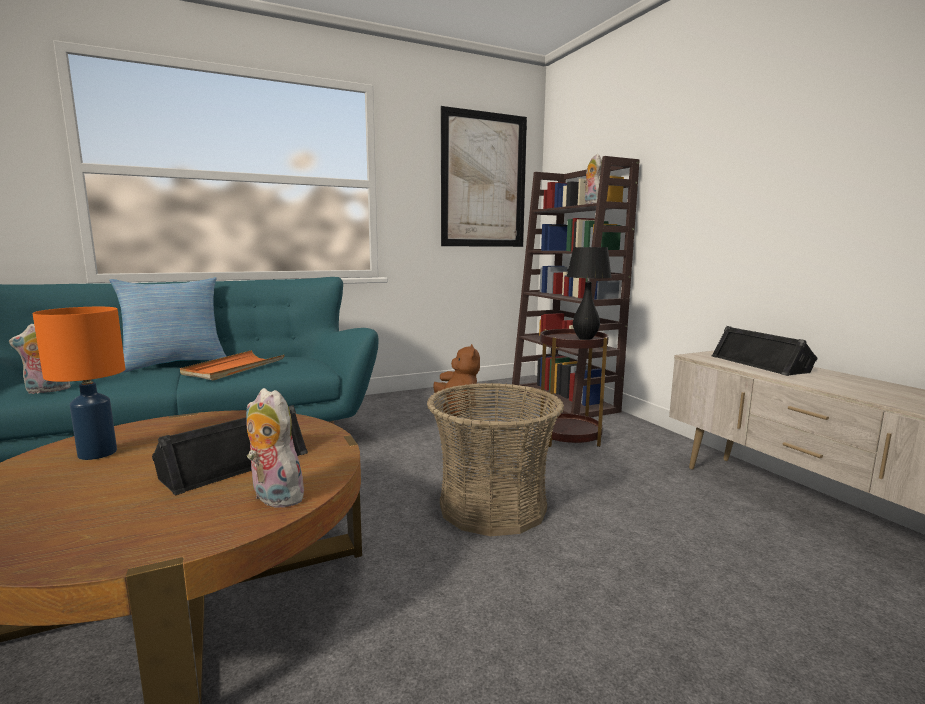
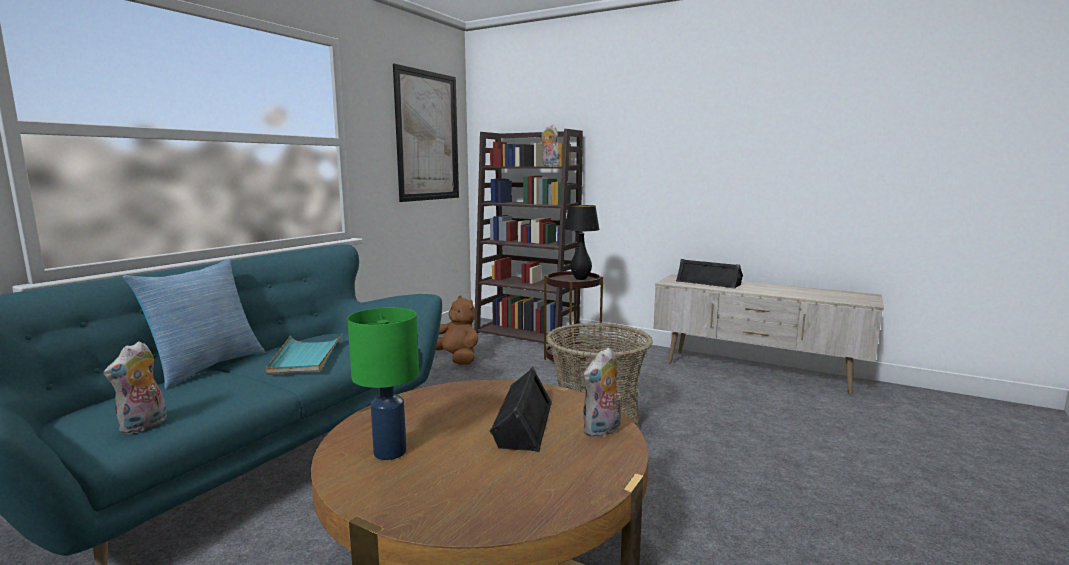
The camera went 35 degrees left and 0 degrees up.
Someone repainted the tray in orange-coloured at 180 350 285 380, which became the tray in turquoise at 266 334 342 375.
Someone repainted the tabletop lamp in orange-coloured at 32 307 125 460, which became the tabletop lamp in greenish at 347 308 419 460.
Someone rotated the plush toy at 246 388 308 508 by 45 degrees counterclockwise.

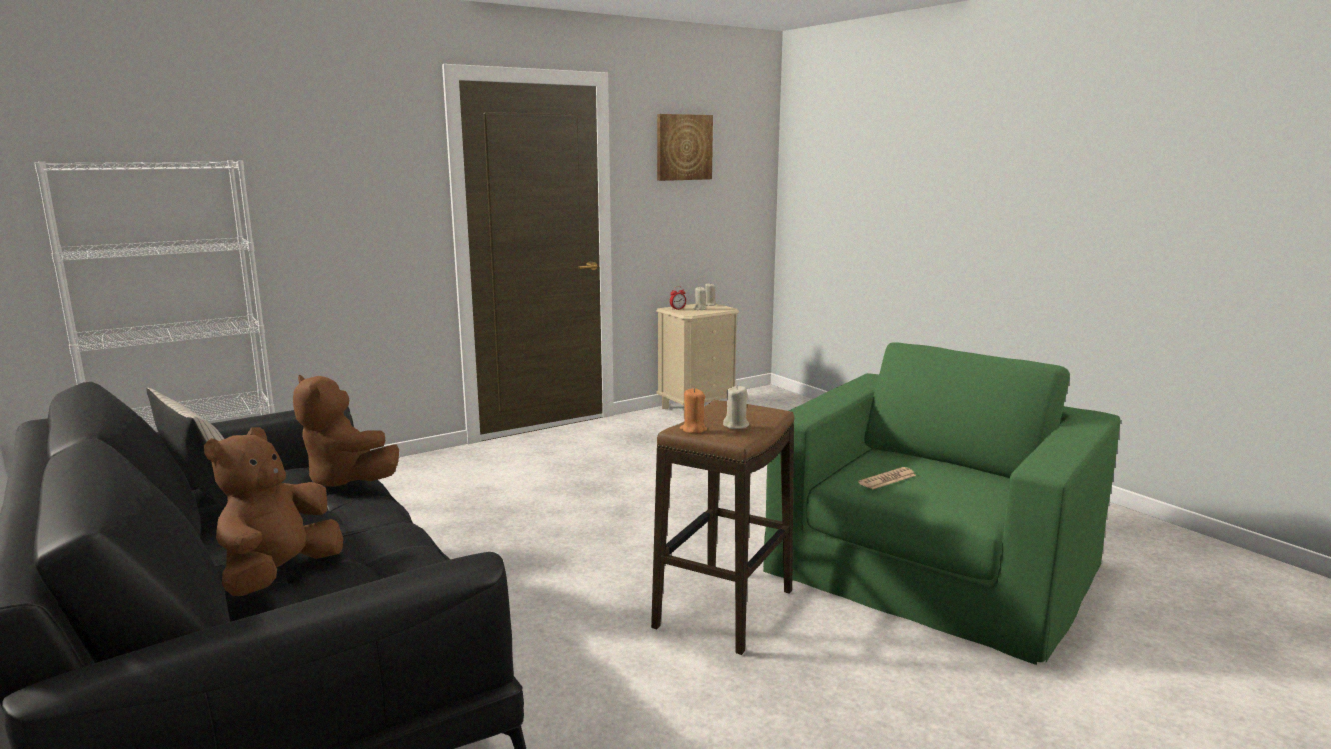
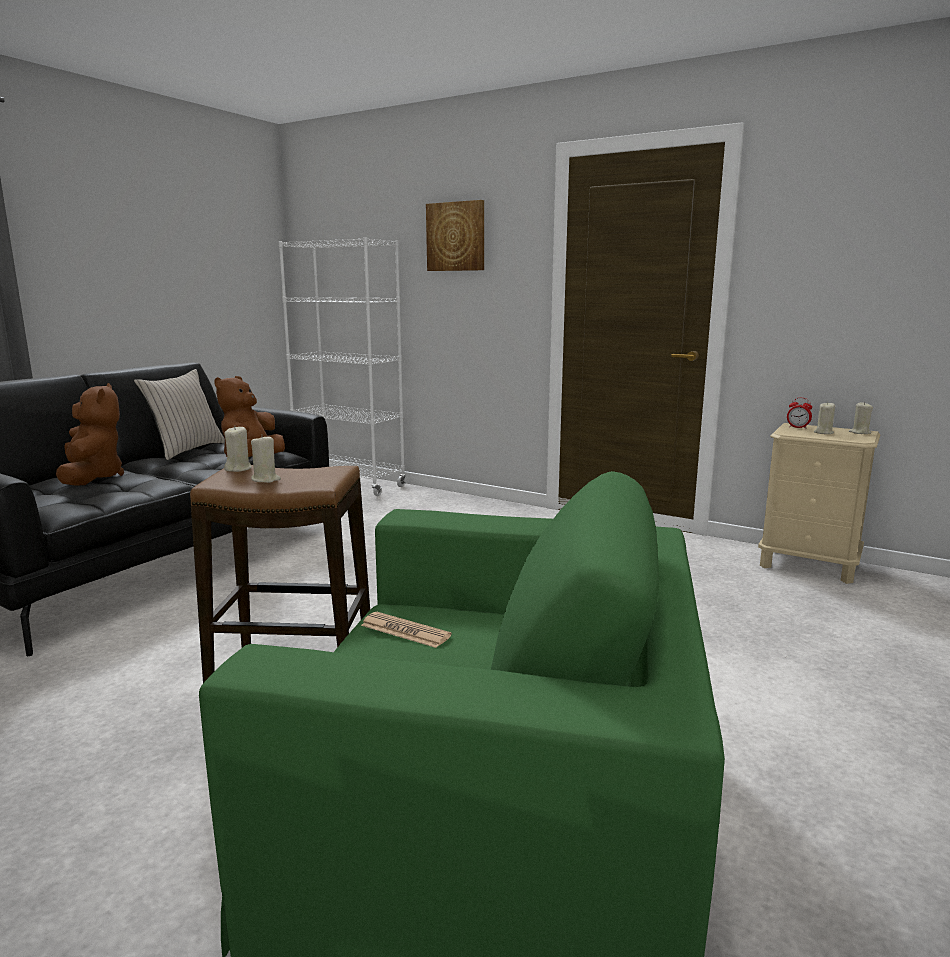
The camera went 65 degrees right and 0 degrees up.
Someone rotated the plush toy in brown at 204 427 343 596 by 75 degrees clockwise.
Someone repainted the wax candle in orange-coloured at 680 388 707 433, which became the wax candle in sand-coloured at 224 426 252 472.
Someone carried the wall picture from 657 114 713 181 to 426 200 484 271.

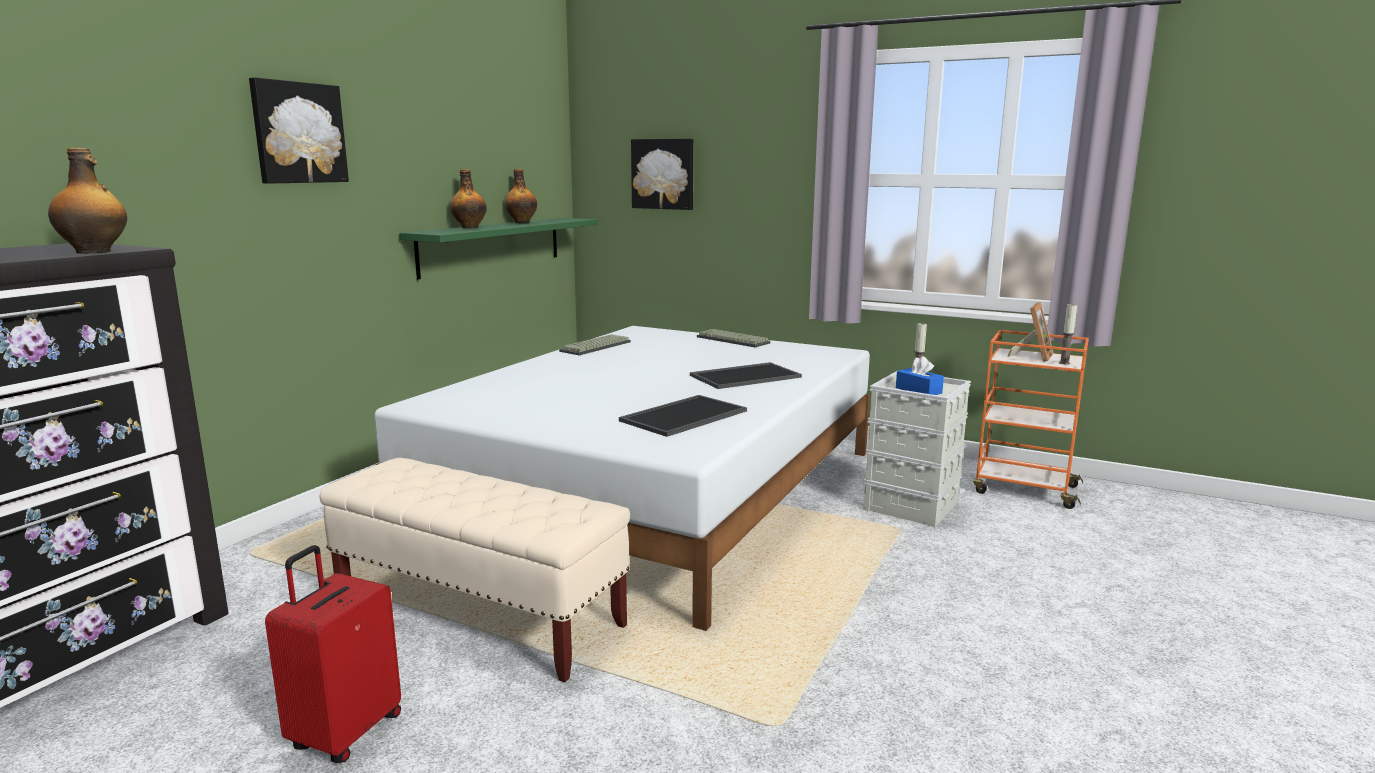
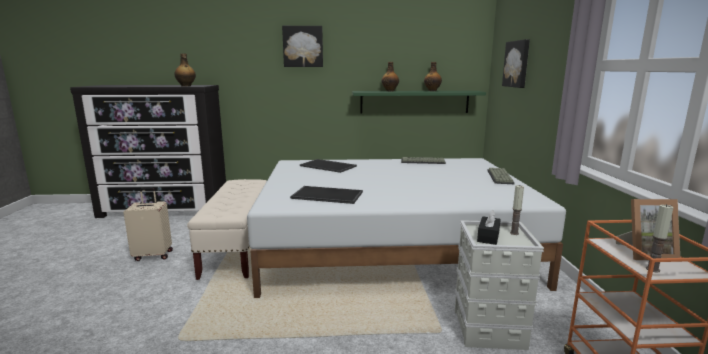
The camera went 60 degrees right and 0 degrees up.
Someone repainted the travel case in red at 265 545 401 763, which became the travel case in sand-coloured at 123 188 173 261.
Someone carried the tray from 690 362 802 389 to 300 159 357 173.
Someone repainted the tissue box in blue-coloured at 896 356 944 395, which became the tissue box in black-coloured at 477 210 501 245.

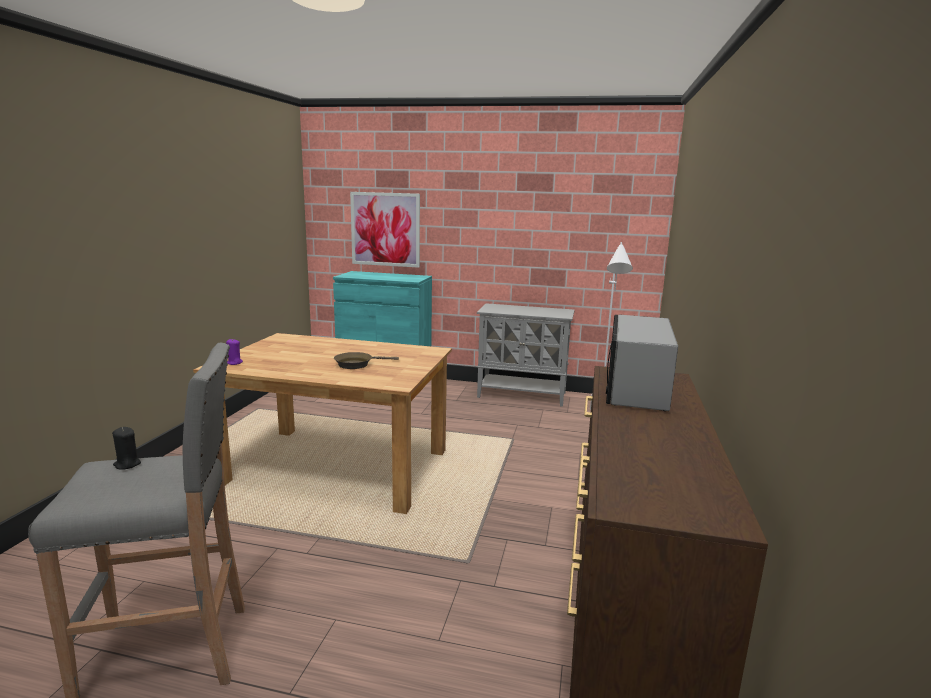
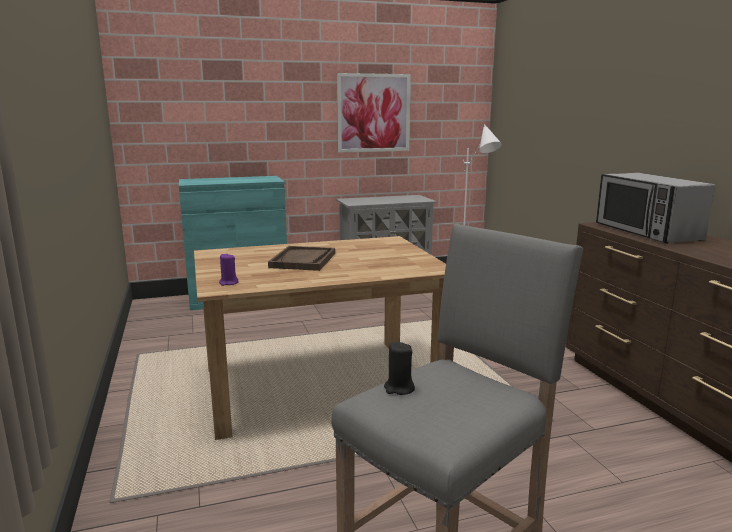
The camera went 30 degrees left and 0 degrees up.
Someone put down the tray in brown at 268 246 335 271.
Someone carried the wall picture from 350 192 420 268 to 337 73 411 153.
Someone took away the frying pan in brown at 334 352 399 369.

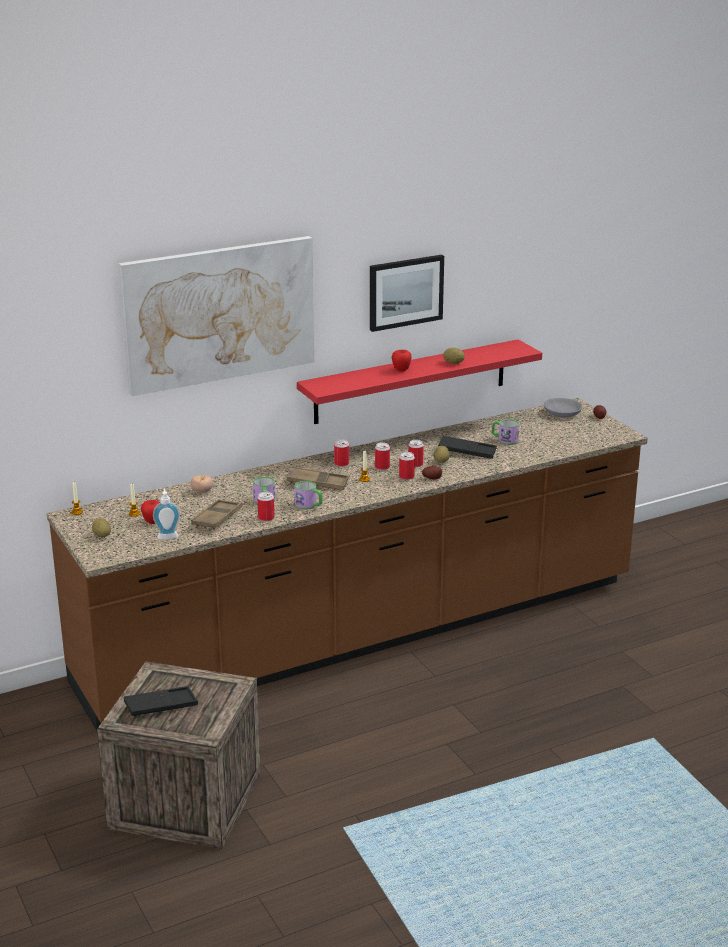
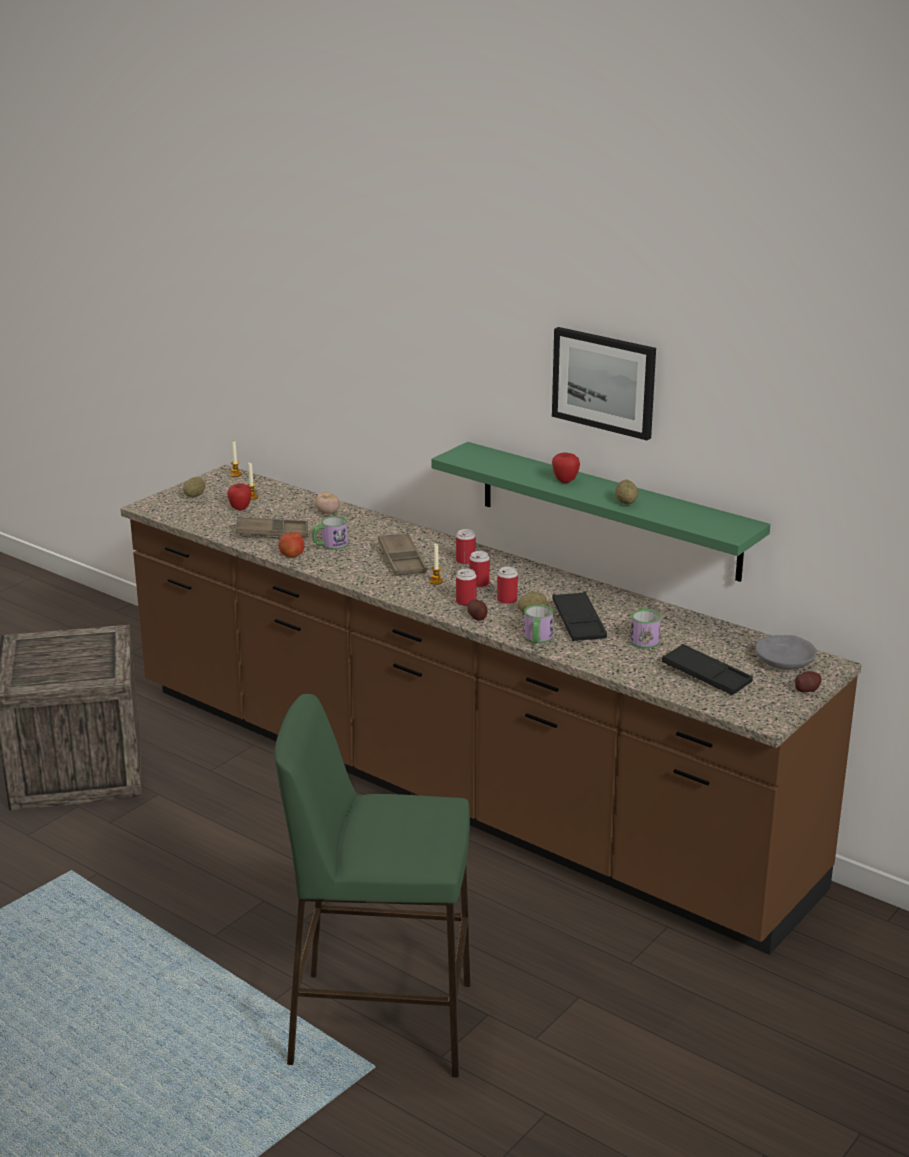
The camera went 65 degrees right and 0 degrees up.
Someone put down the stool in greenish at 274 694 471 1078.
Someone swapped the metal can at 258 492 274 521 for the whole apple at 279 530 304 558.
Someone repainted the bracket shelf in red at 297 339 542 424, which became the bracket shelf in greenish at 431 442 771 582.
Someone carried the tea mug from 294 481 323 510 to 524 605 554 644.
Someone carried the tray in black-coloured from 124 686 198 717 to 662 644 753 695.
Someone took away the wall picture at 119 236 314 396.
Someone took away the soap bottle at 153 488 180 540.

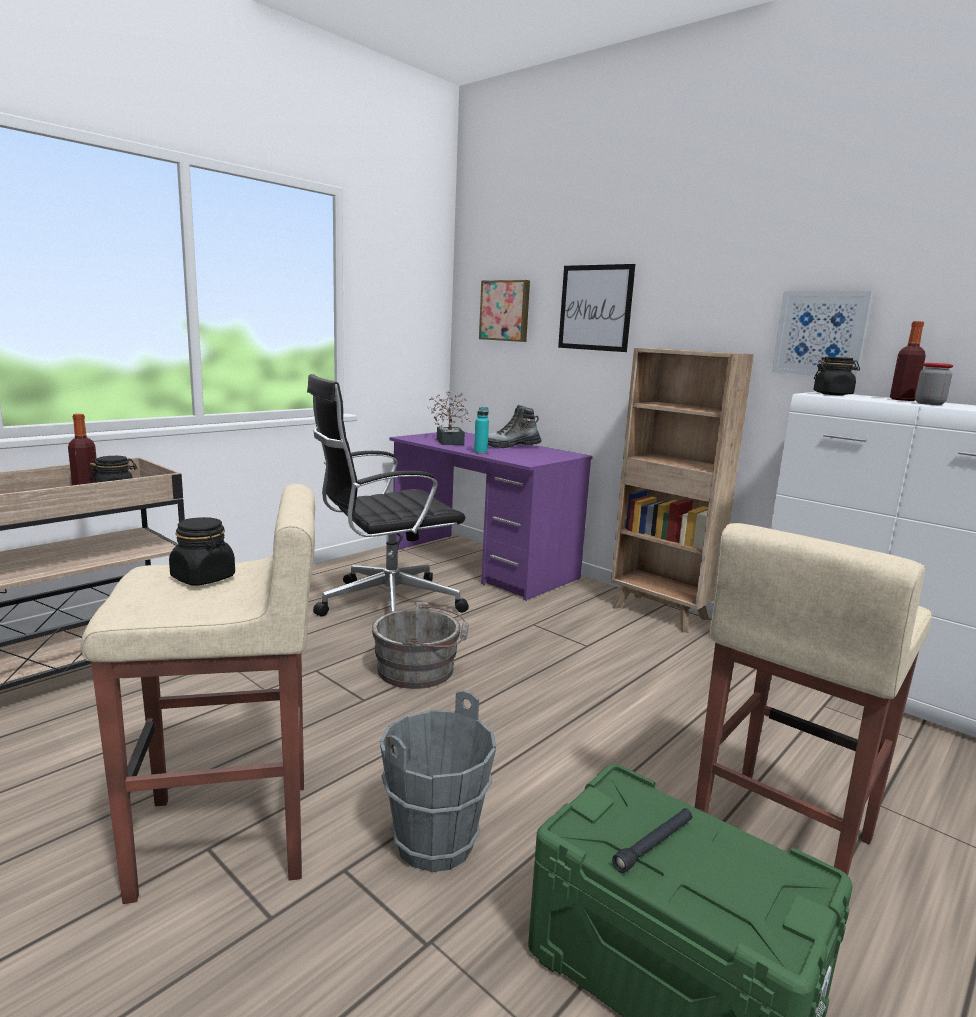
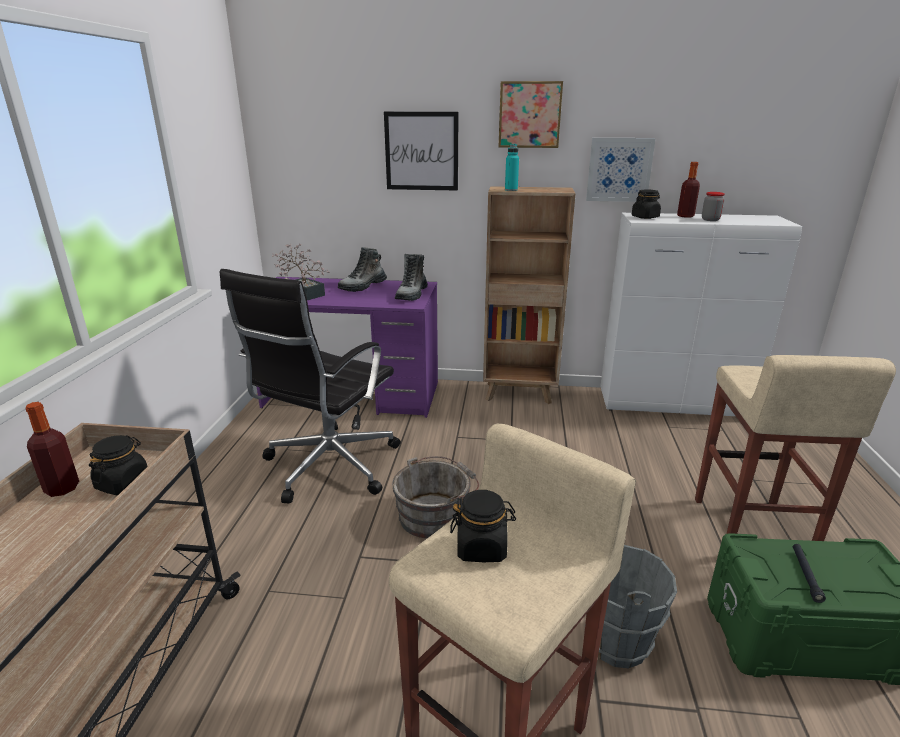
The camera went 35 degrees left and 10 degrees up.
Someone put down the tall boot at 395 254 428 301.
Someone carried the wall picture from 479 280 530 342 to 499 81 563 148.
Someone carried the drink bottle in turquoise from 474 407 489 454 to 505 144 519 191.

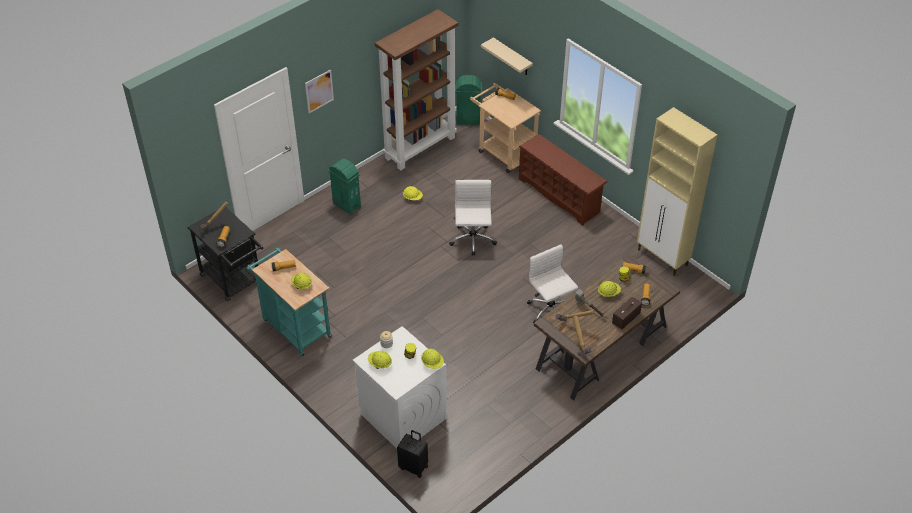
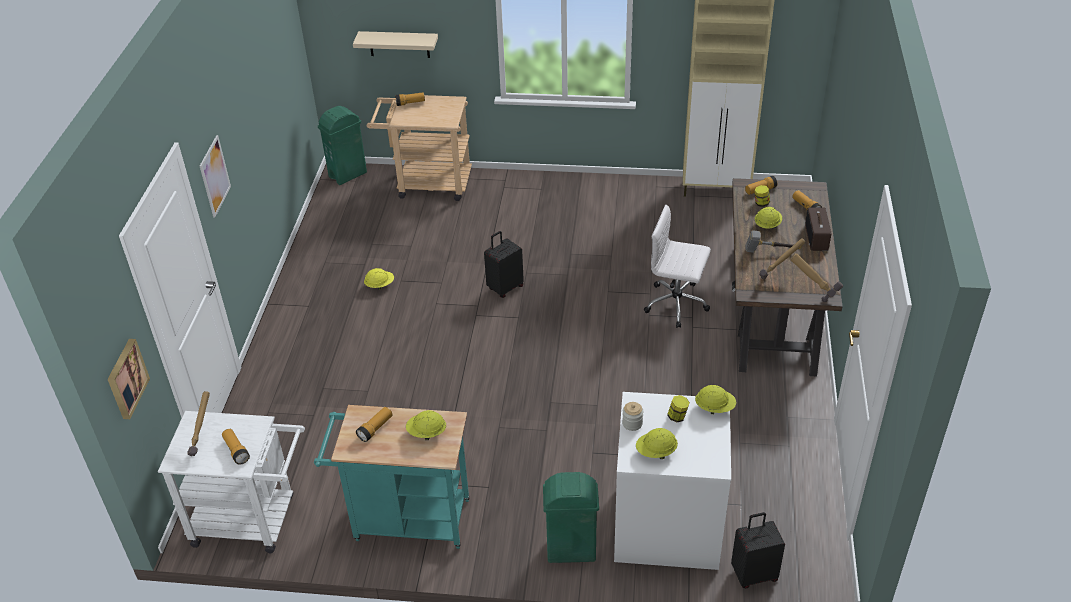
The camera went 40 degrees left and 5 degrees down.
Someone put up the wall picture at 108 339 150 419.
Someone repainted the trolley in black-coloured at 187 207 263 301, which became the trolley in whitish at 158 411 305 553.
Someone swapped the office chair in whitish at 449 180 497 256 for the travel case in black-coloured at 484 231 524 298.
Someone carried the waste bin in greenish from 328 158 361 215 to 543 472 599 563.
Someone took away the bookshelf in brown at 375 9 458 170.
Someone took away the shoe rack in brown at 519 134 607 226.

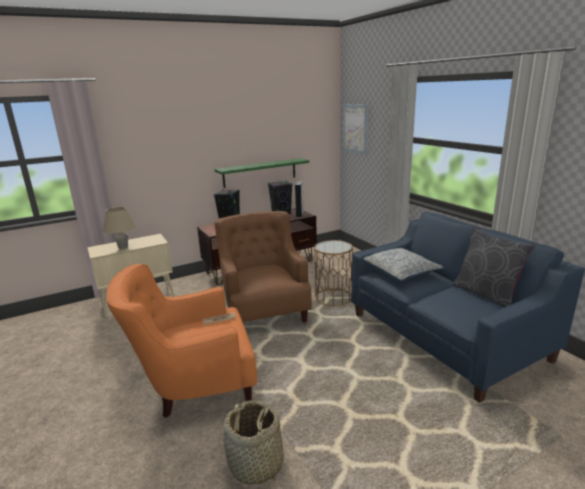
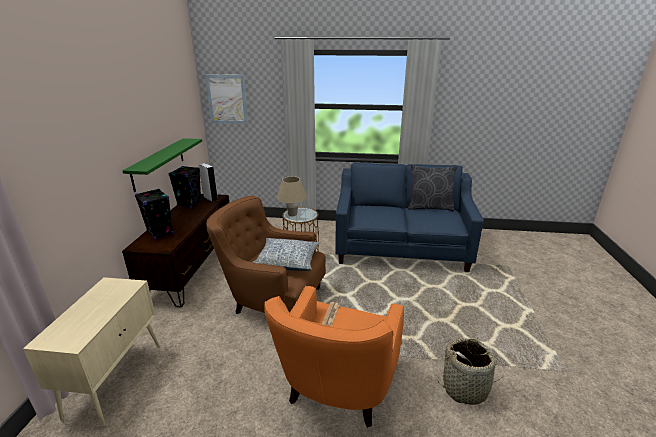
The camera went 55 degrees left and 5 degrees up.
Someone carried the cushion from 363 248 444 281 to 253 238 320 271.
Someone carried the tabletop lamp in sand-coloured from 103 207 136 249 to 277 176 307 216.

